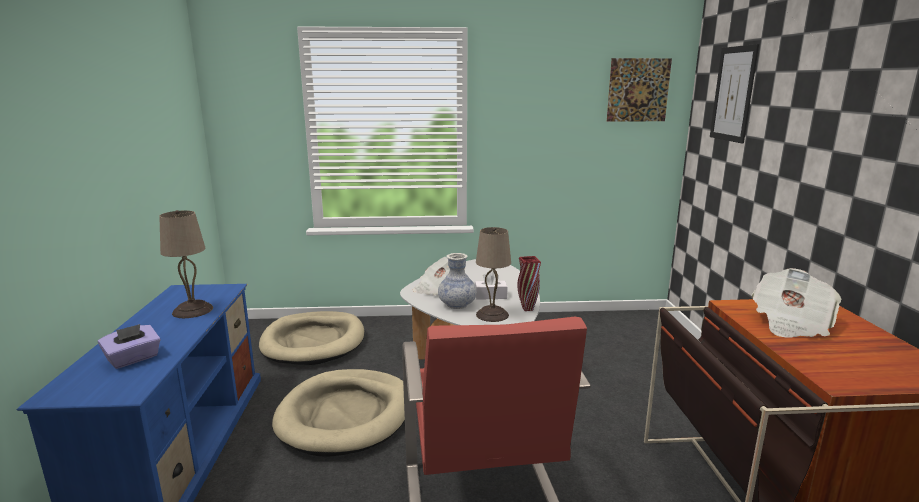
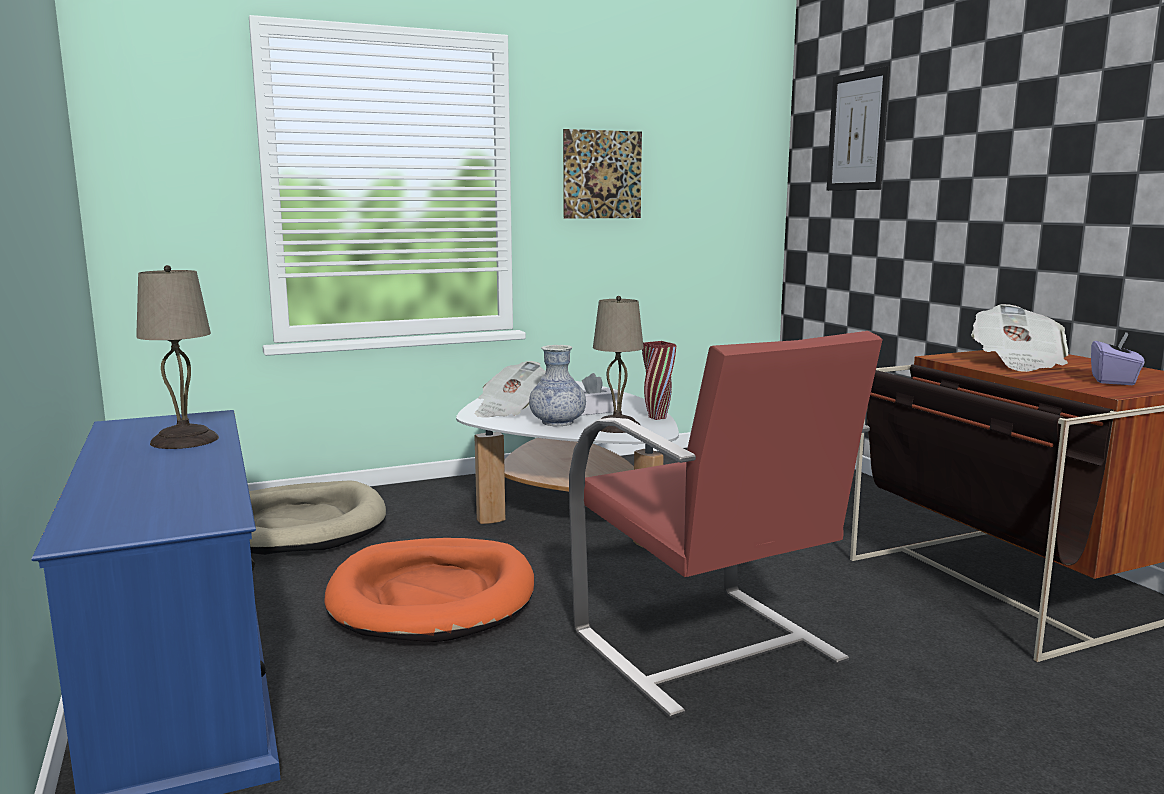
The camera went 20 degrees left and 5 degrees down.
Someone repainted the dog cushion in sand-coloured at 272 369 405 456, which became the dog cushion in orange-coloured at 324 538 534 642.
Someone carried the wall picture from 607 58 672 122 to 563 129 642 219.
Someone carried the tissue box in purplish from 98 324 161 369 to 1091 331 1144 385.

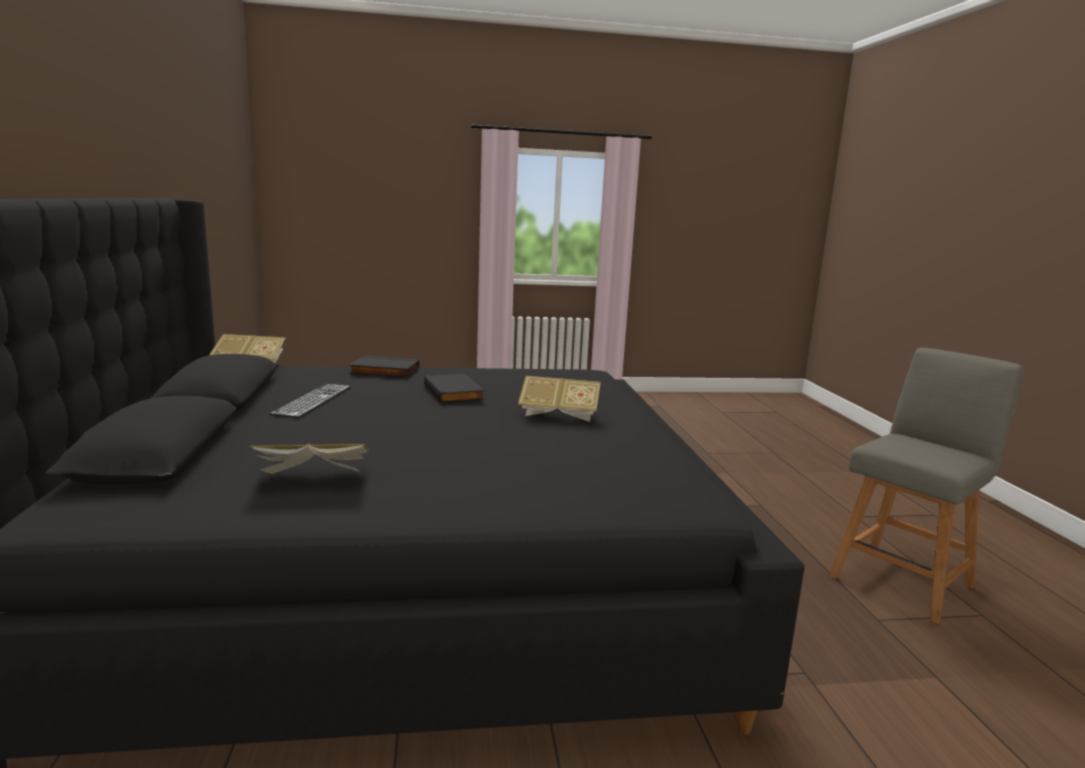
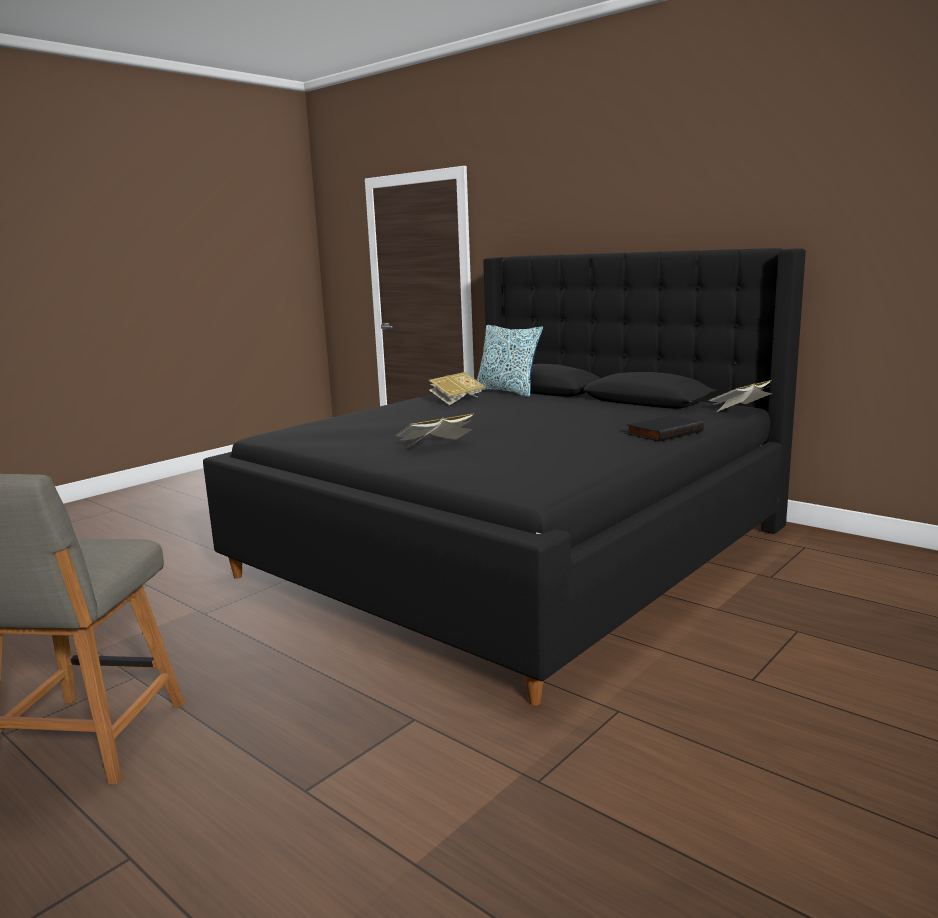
The camera went 140 degrees right and 0 degrees up.
Someone put down the cushion at 477 325 543 397.
Someone took away the keyboard at 269 384 351 418.
Someone took away the bound book in black-coloured at 424 374 484 404.

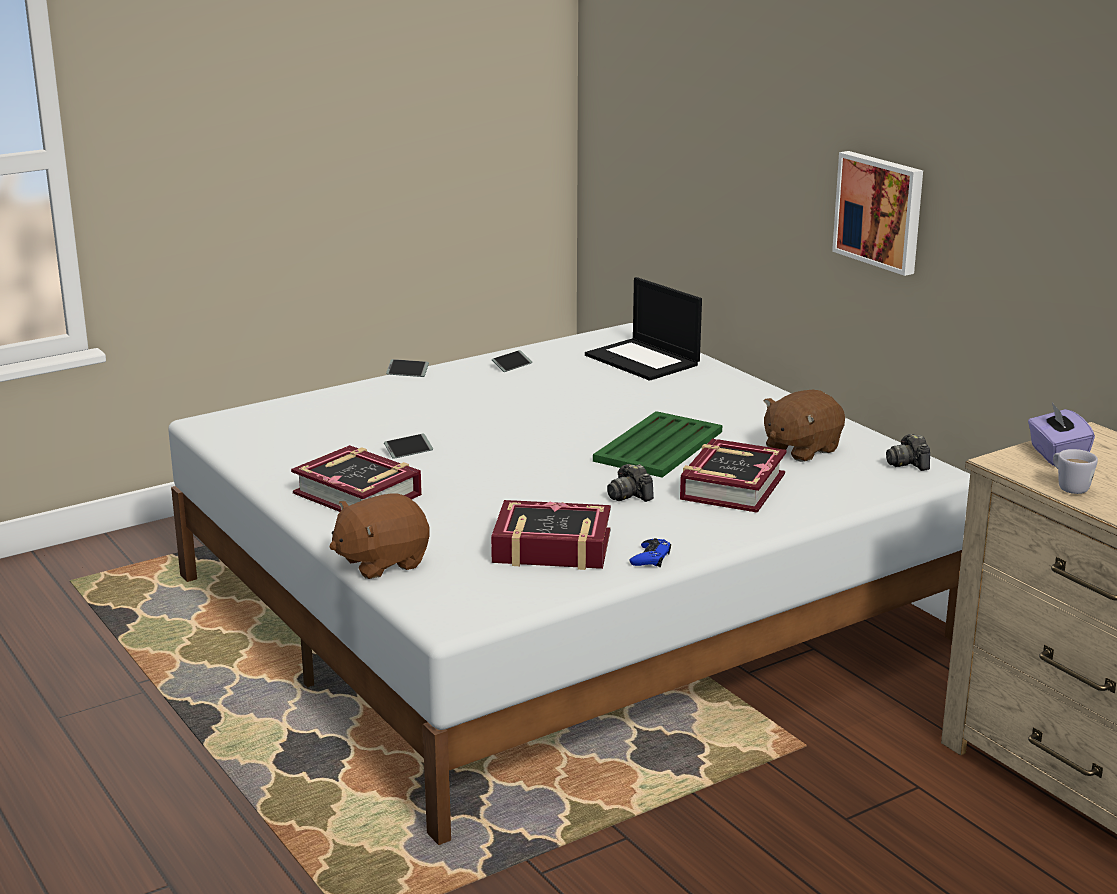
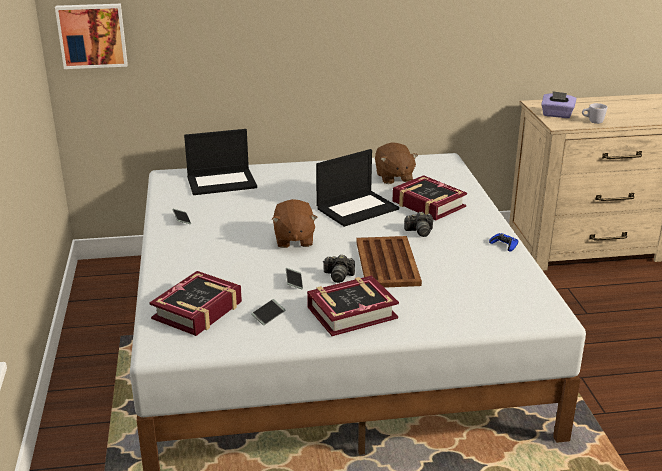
The camera went 65 degrees left and 5 degrees up.
Someone carried the wall picture from 832 151 923 276 to 55 4 128 69.
Someone carried the bound book from 491 500 611 570 to 149 271 242 336.
Someone carried the phone from 386 359 429 377 to 251 299 285 325.
Someone carried the plush toy in brown from 329 493 430 579 to 272 199 318 248.
Someone swapped the tray in greenish at 593 411 722 478 for the laptop at 316 149 399 227.
Someone carried the still camera from 886 434 930 471 to 323 254 355 283.
Someone put down the tray in brown at 356 236 422 288.

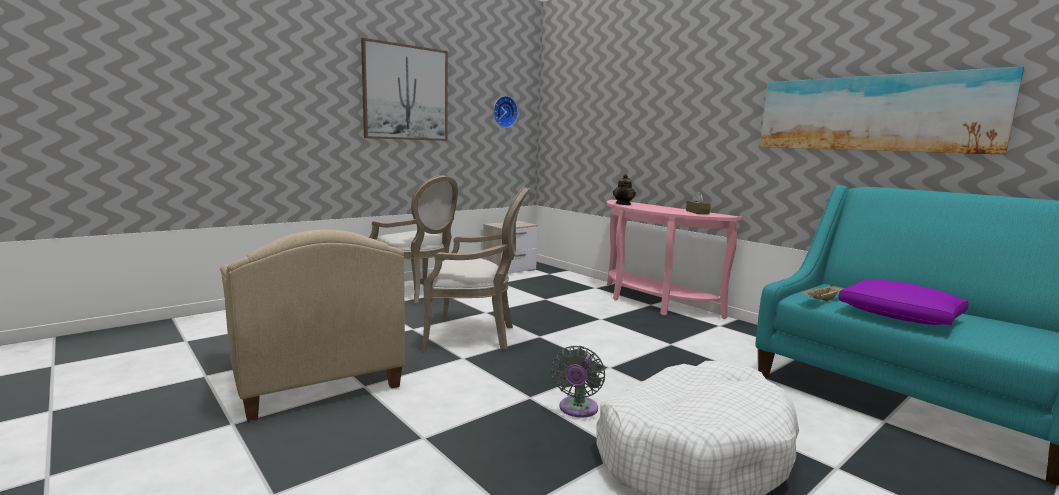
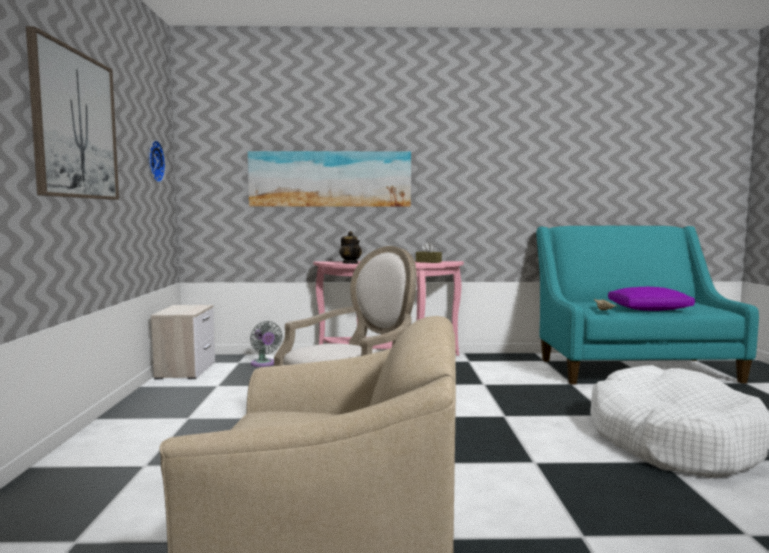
The camera went 50 degrees left and 5 degrees down.
Someone carried the wall picture from 760 66 1024 155 to 248 151 411 207.
Someone carried the fan in grey from 551 346 605 418 to 250 321 282 367.
Someone took away the easy chair at 369 175 458 303.

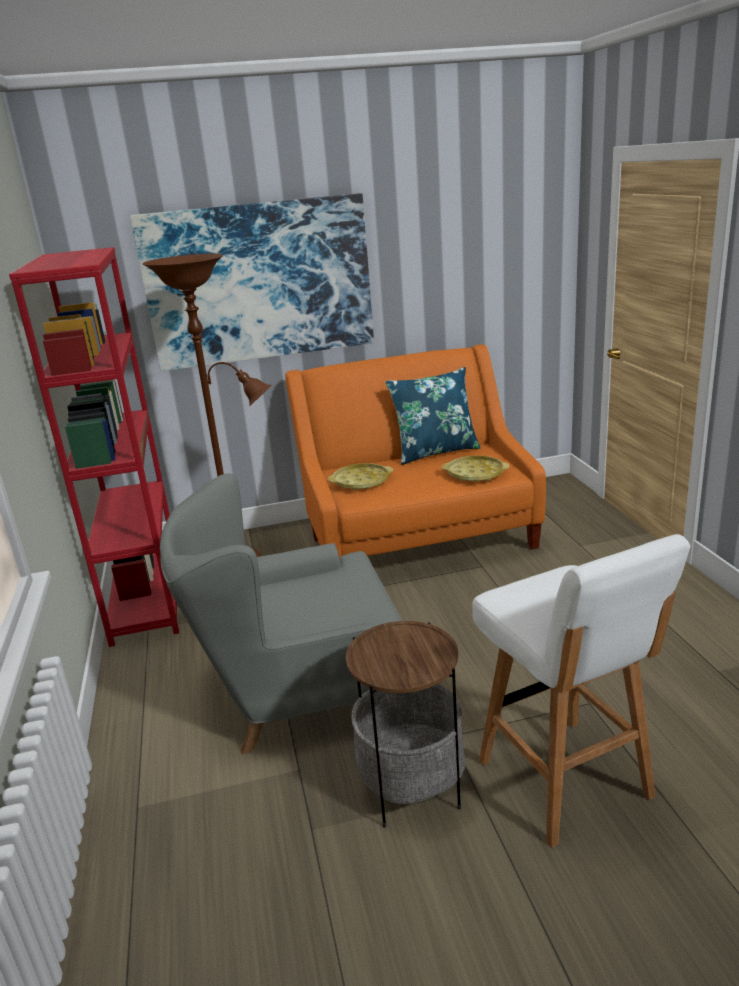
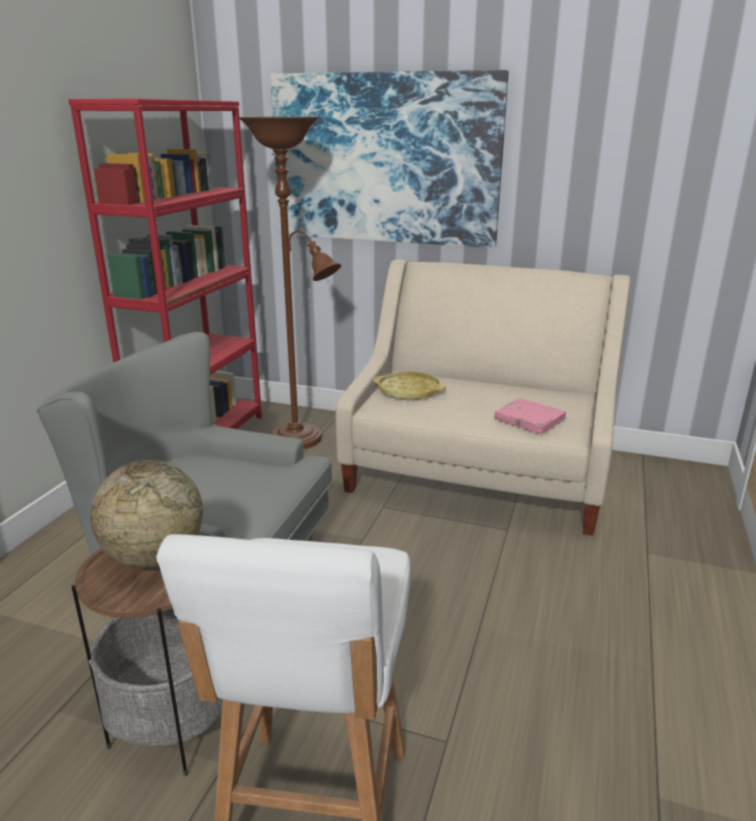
The camera went 30 degrees right and 0 degrees up.
Someone put down the world globe at 90 460 203 568.
Someone repainted the sofa in orange-coloured at 285 344 546 559, which became the sofa in sand-coloured at 336 259 631 536.
Someone swapped the tray in yellow-coloured at 442 456 509 482 for the bound book in pink at 494 398 566 434.
Someone took away the cushion in blue-coloured at 385 367 481 465.

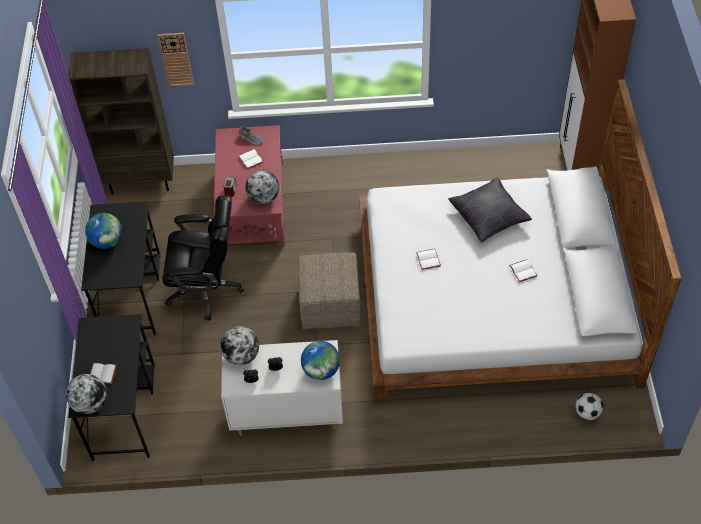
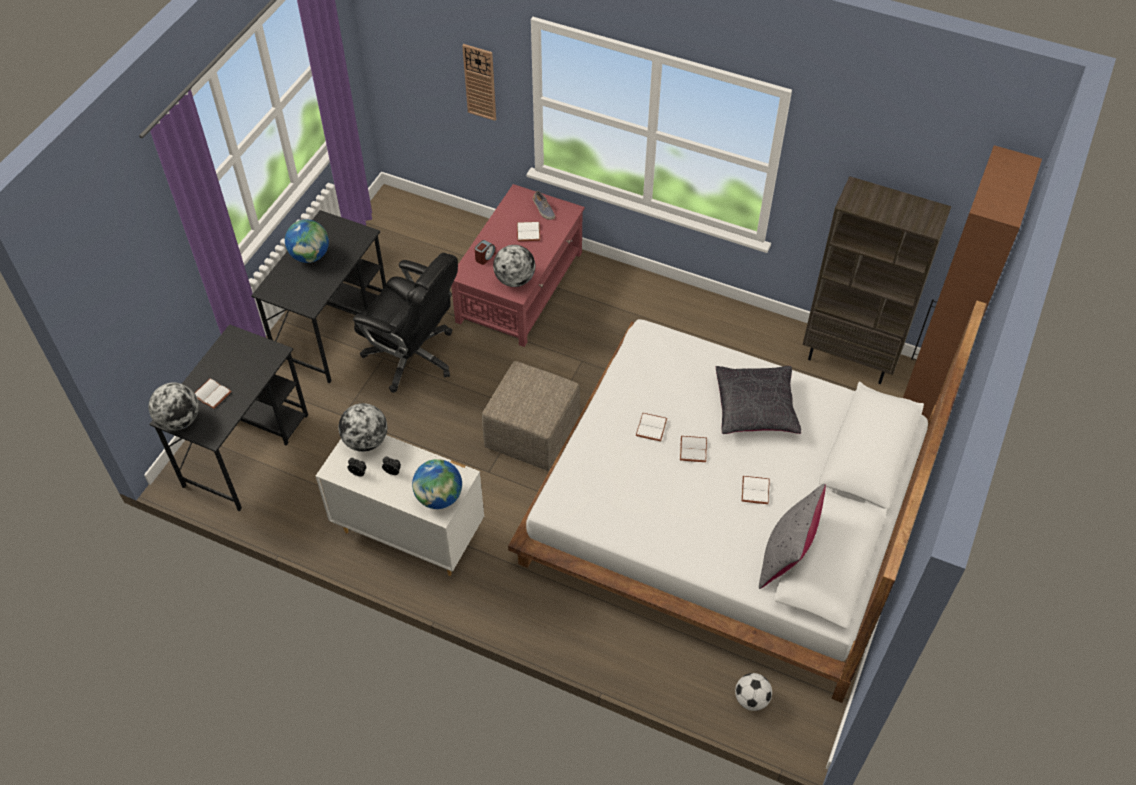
The camera went 25 degrees right and 0 degrees up.
Someone put down the bound book in whitish at 680 436 707 462.
Someone put down the cushion in grey at 759 484 826 589.
Someone carried the bookshelf in brown from 68 48 174 195 to 802 176 952 384.

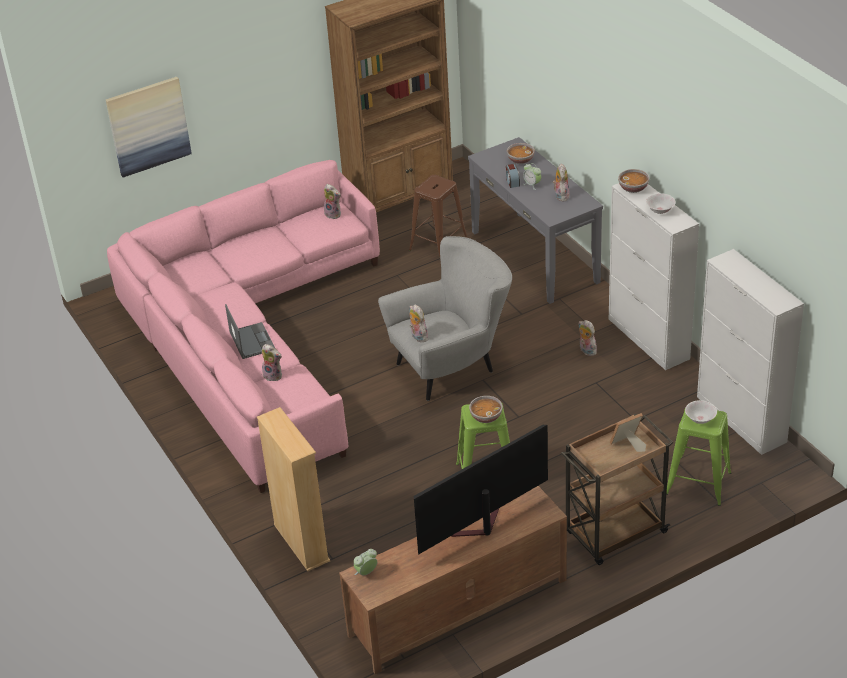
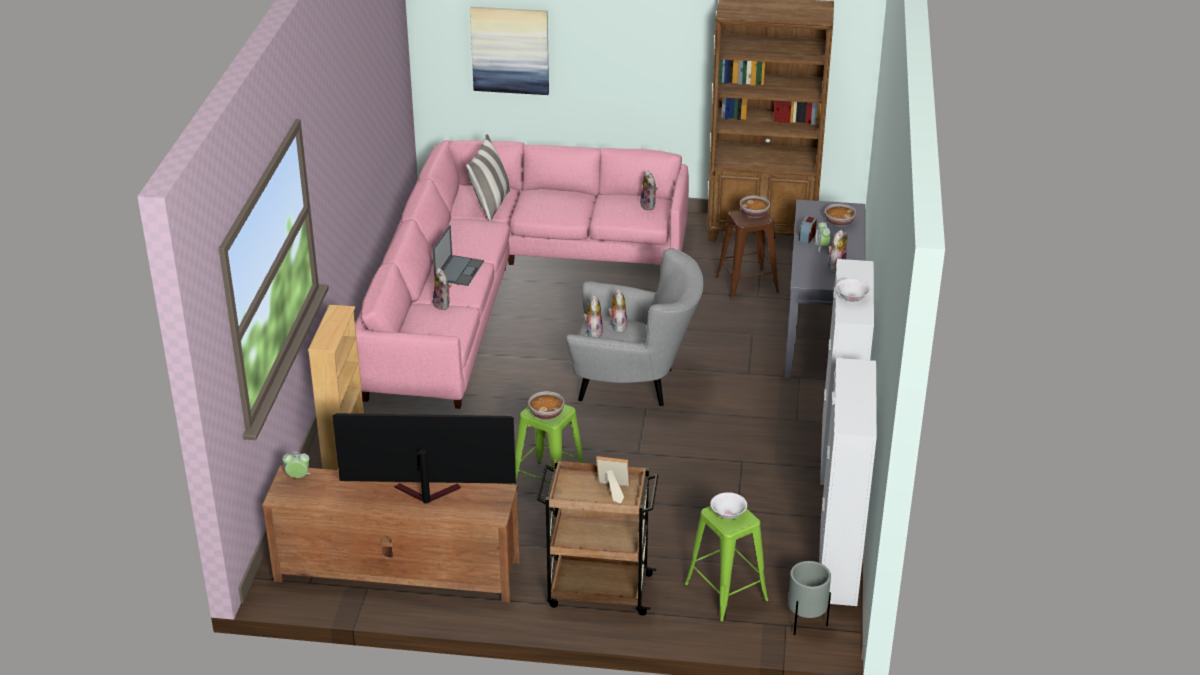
The camera went 35 degrees right and 5 degrees down.
Someone put down the cushion at 466 134 510 222.
Someone carried the plush toy from 579 320 597 356 to 608 289 628 332.
Someone carried the serving bowl from 618 169 649 193 to 740 196 770 218.
Someone put down the plant pot in grey at 788 561 831 635.

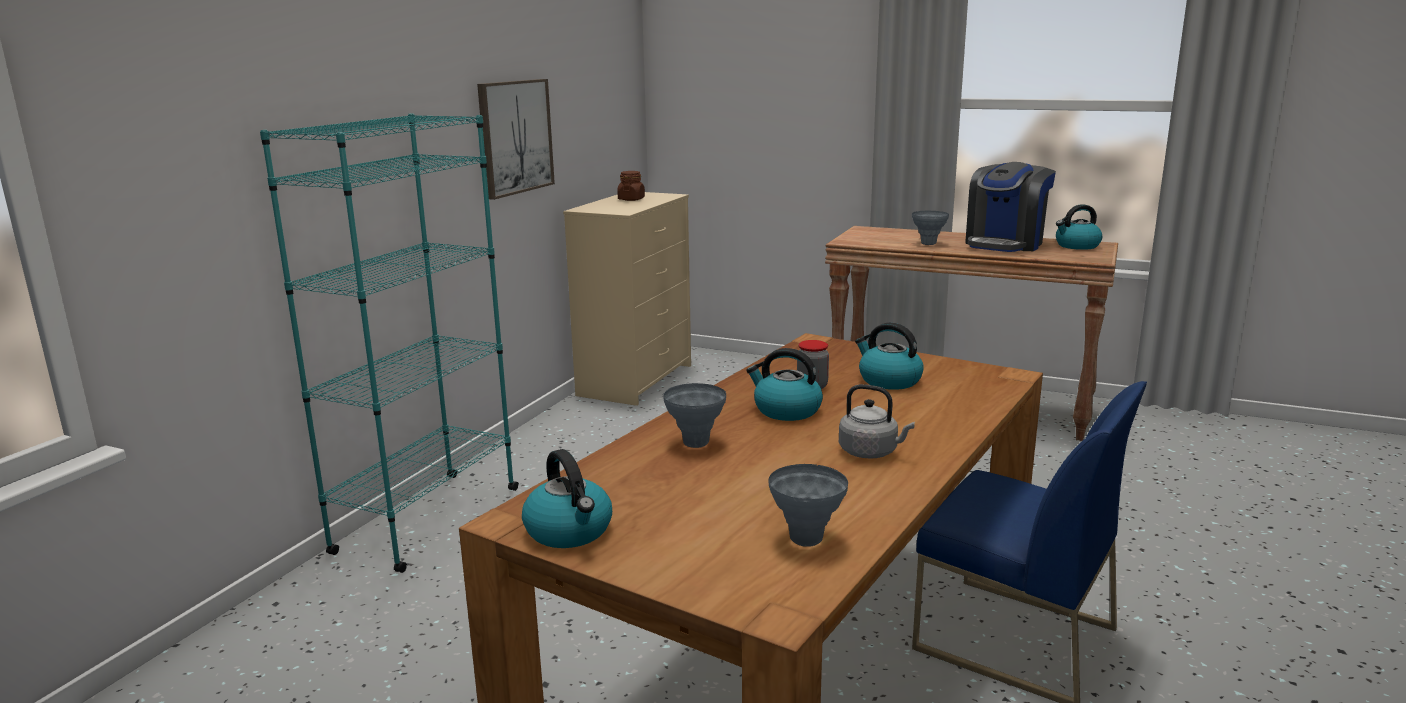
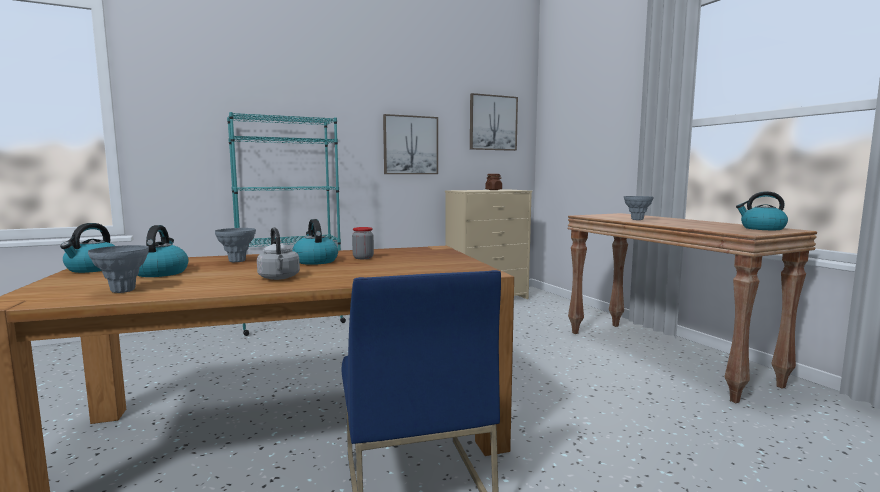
The camera went 40 degrees right and 10 degrees down.
Someone carried the tea kettle from 855 323 924 390 to 138 225 189 277.
Someone put up the wall picture at 470 93 518 151.
Someone took away the coffee maker at 965 162 1056 252.

